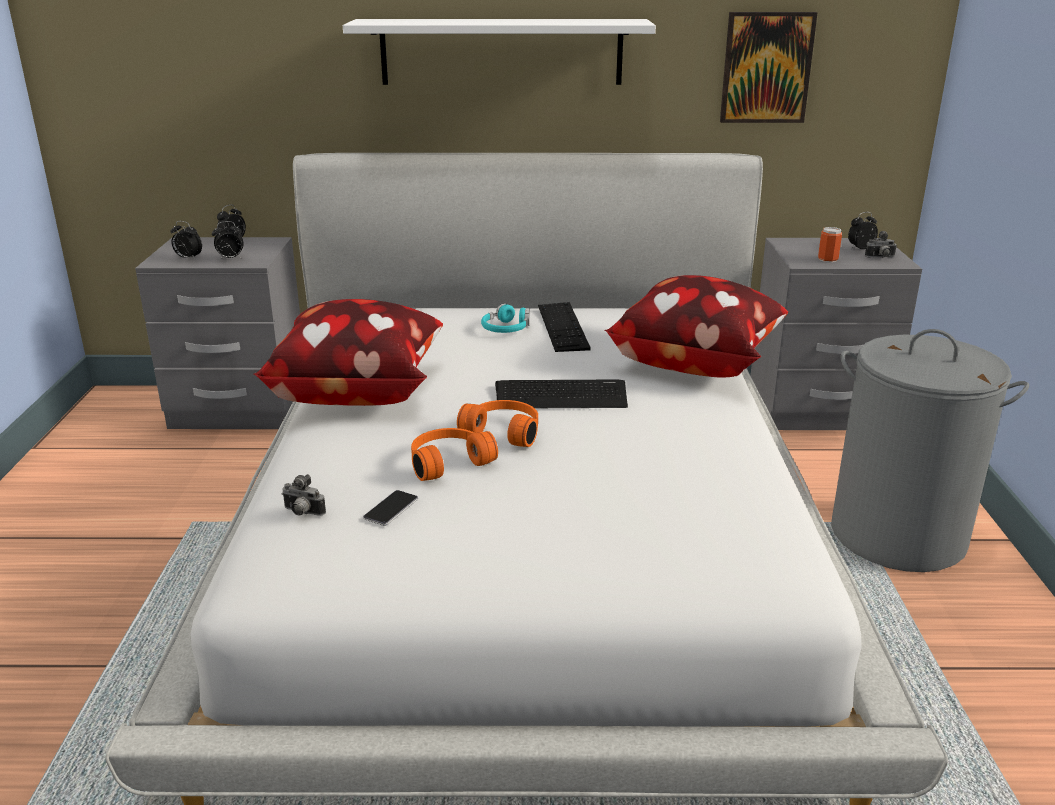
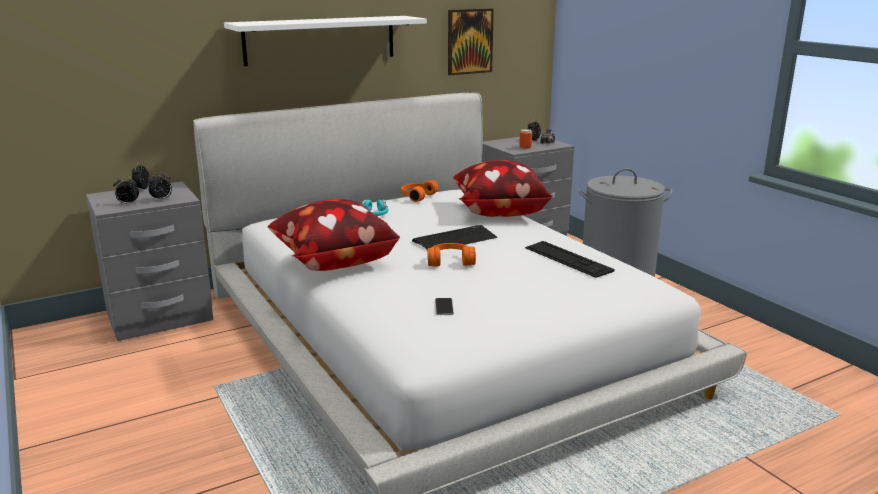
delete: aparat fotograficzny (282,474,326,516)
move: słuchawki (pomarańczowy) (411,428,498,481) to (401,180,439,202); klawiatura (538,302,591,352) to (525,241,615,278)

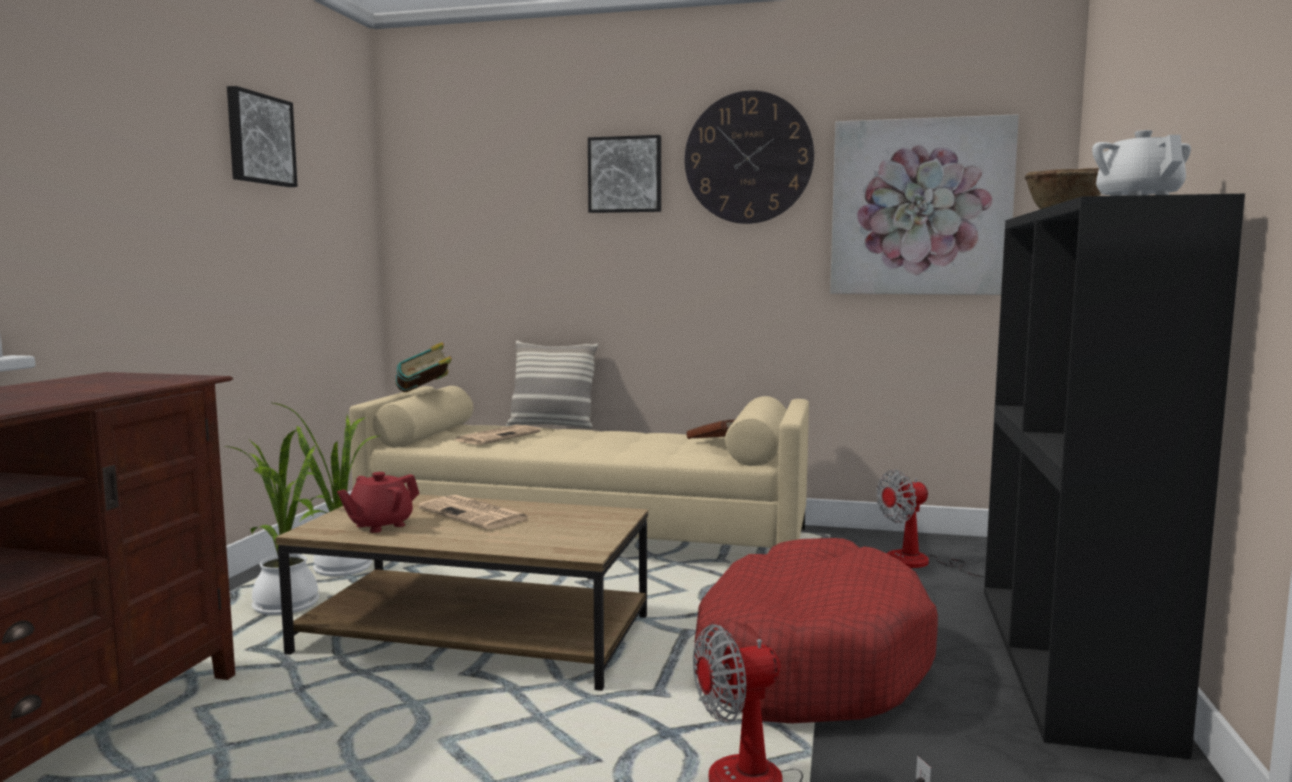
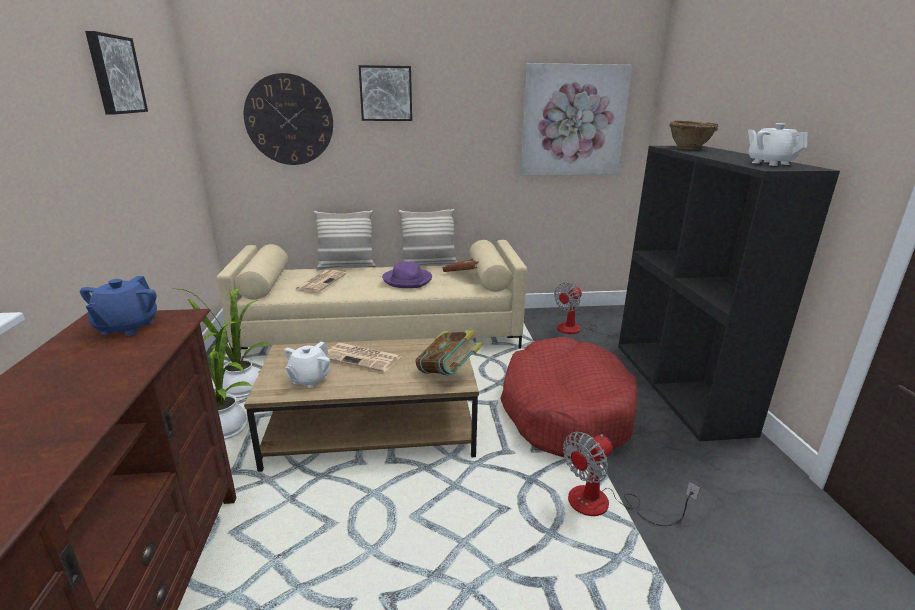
insert: imbryk (niebieski) (80,276,157,336); kapelusz (fioletowy) (382,261,432,288); poduszka (399,209,458,266)
move: książka (395,342,452,392) to (415,330,483,375); zegar ścienny (685,90,814,224) to (244,73,333,165)
recolor: imbryk (czerwony) (337,472,419,533) to imbryk (biały) (284,342,330,388)

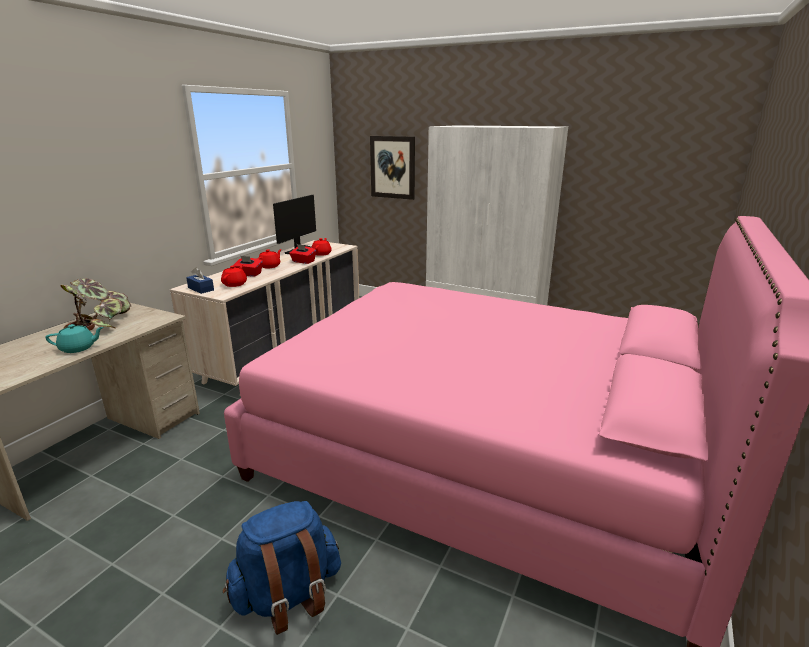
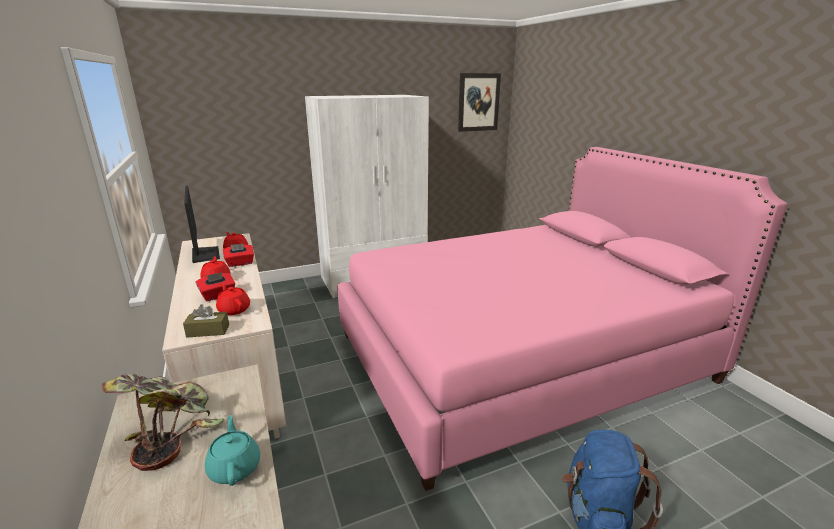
move: obraz (370,136,415,200) to (458,73,501,132)
recolor: pudełko chusteczek (niebieski) (186,267,214,294) to pudełko chusteczek (brązowy) (183,304,229,337)
rotate: imbryk (turkusowy) (46,324,104,353) = (205,415,260,486) 45 degrees counterclockwise

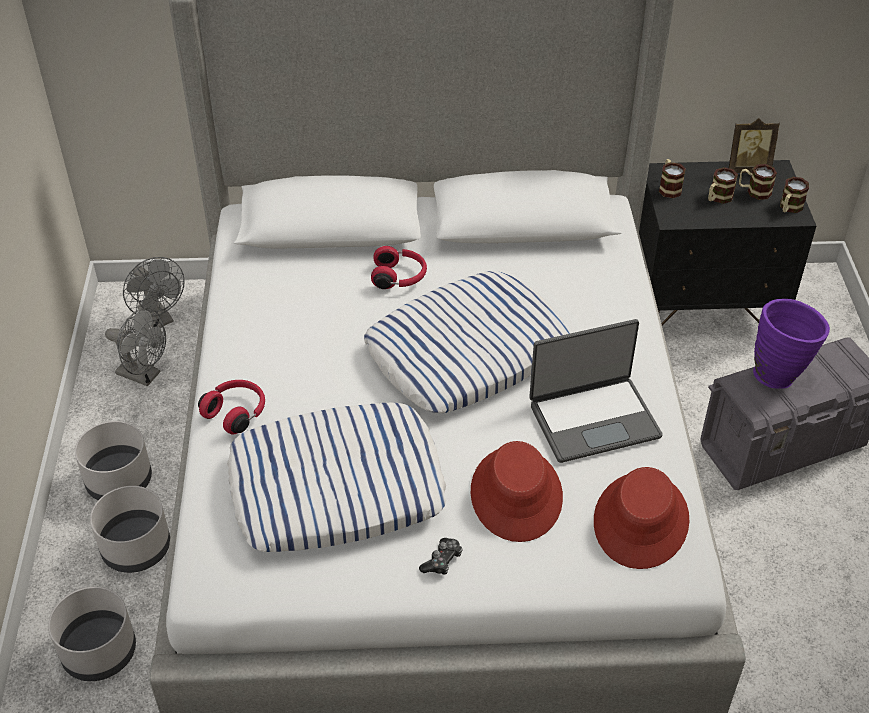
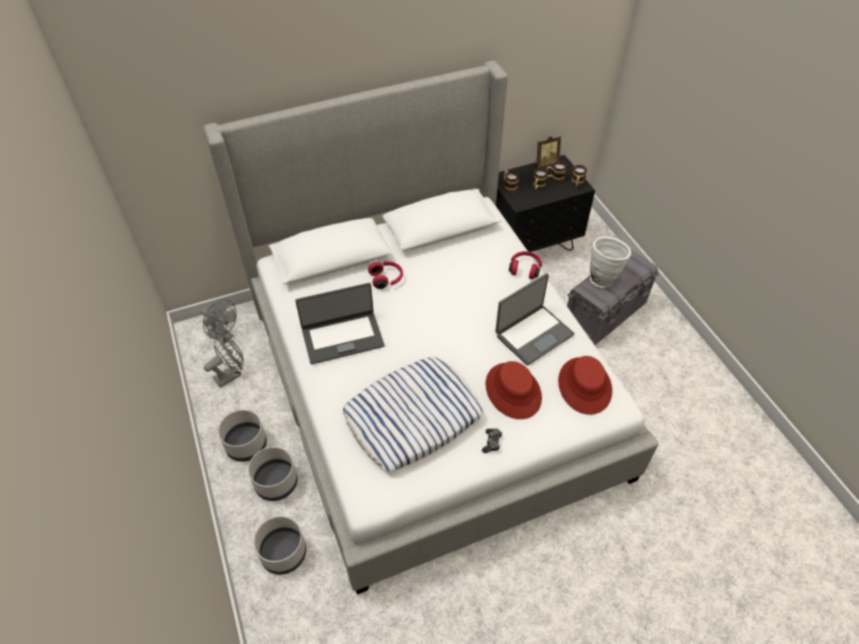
delete: poduszka (364,271,571,413)
insert: laptop (295,283,385,364)
move: słuchawki (czerwony) (198,380,265,435) to (509,251,542,279)
recolor: wazon (fioletowy) (753,299,830,389) to wazon (biały) (590,237,631,288)
rotate: wentylator (szary) (105,307,166,386) = (204,335,244,388) 45 degrees counterclockwise

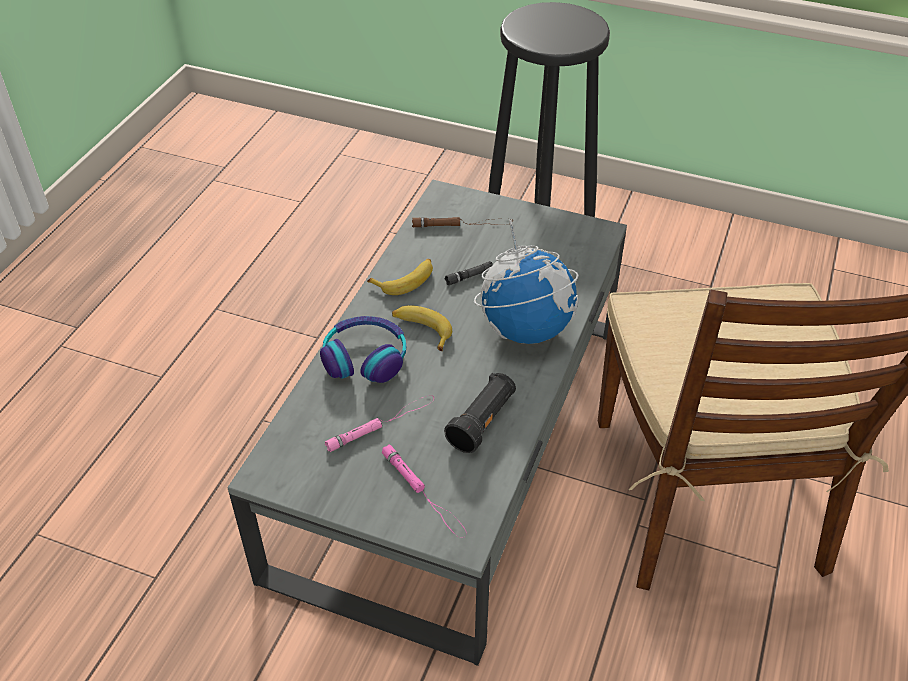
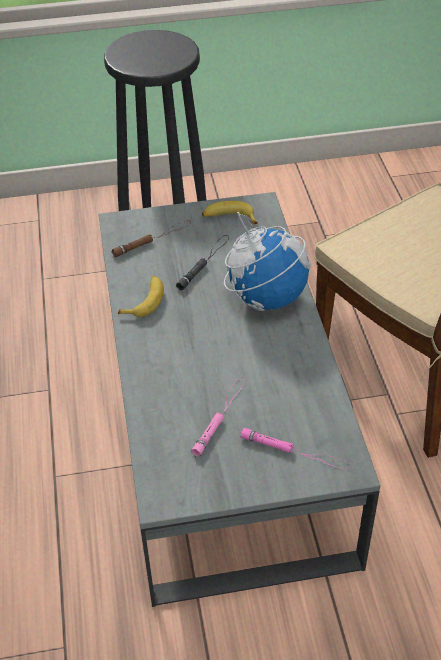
delete: słuchawki (320,316,406,383); latarka (czarny) (444,373,516,453)
move: banan (392,305,452,351) to (202,201,258,224)

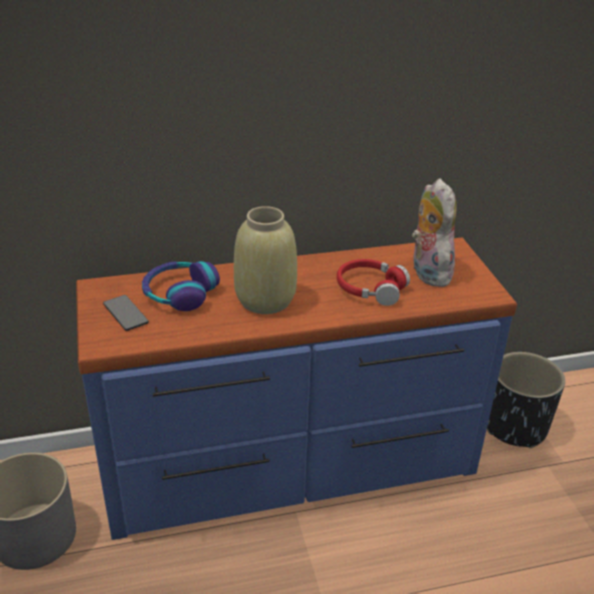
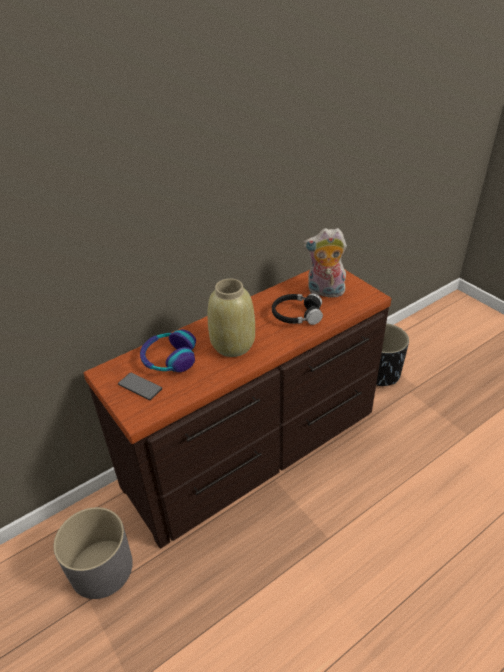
recolor: komoda (niebieski) (76,237,517,540) to komoda (brązowy) (83,270,391,548); słuchawki (czerwony) (337,259,410,306) to słuchawki (czarny) (272,293,323,325)
rotate: pluszak (412,178,457,287) = (303,228,347,298) 45 degrees counterclockwise

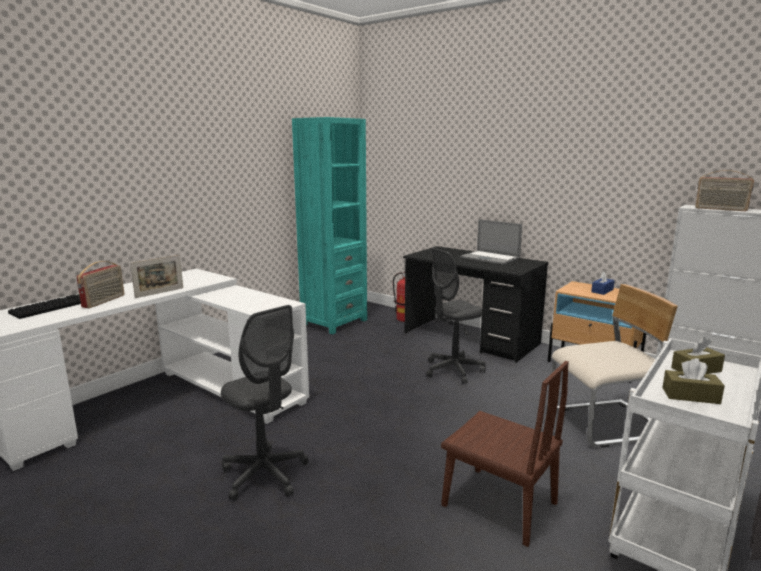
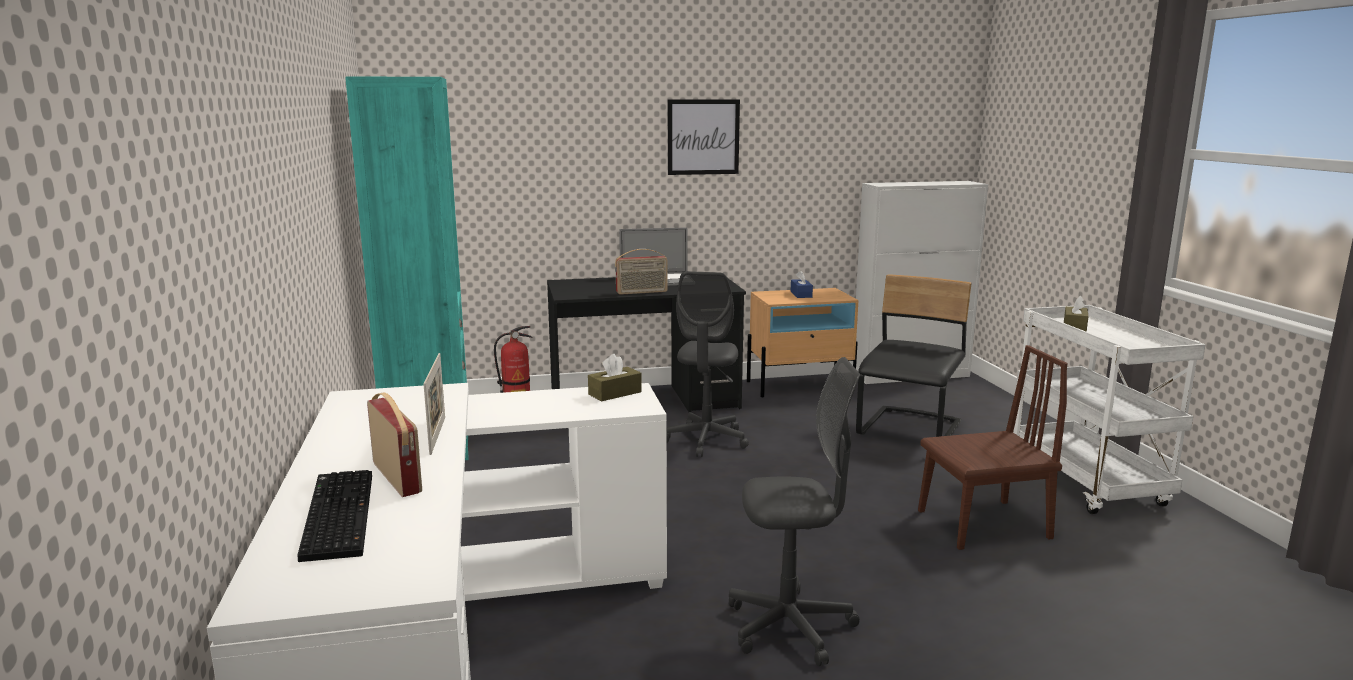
insert: obraz (668,99,740,175)
move: pudełko chusteczek (brązowy) (662,358,725,404) to (588,354,642,401); radio (695,170,754,211) to (615,249,668,294)
recolor: krzesło (beżowy) (552,284,678,448) to krzesło (czarny) (856,274,972,437)

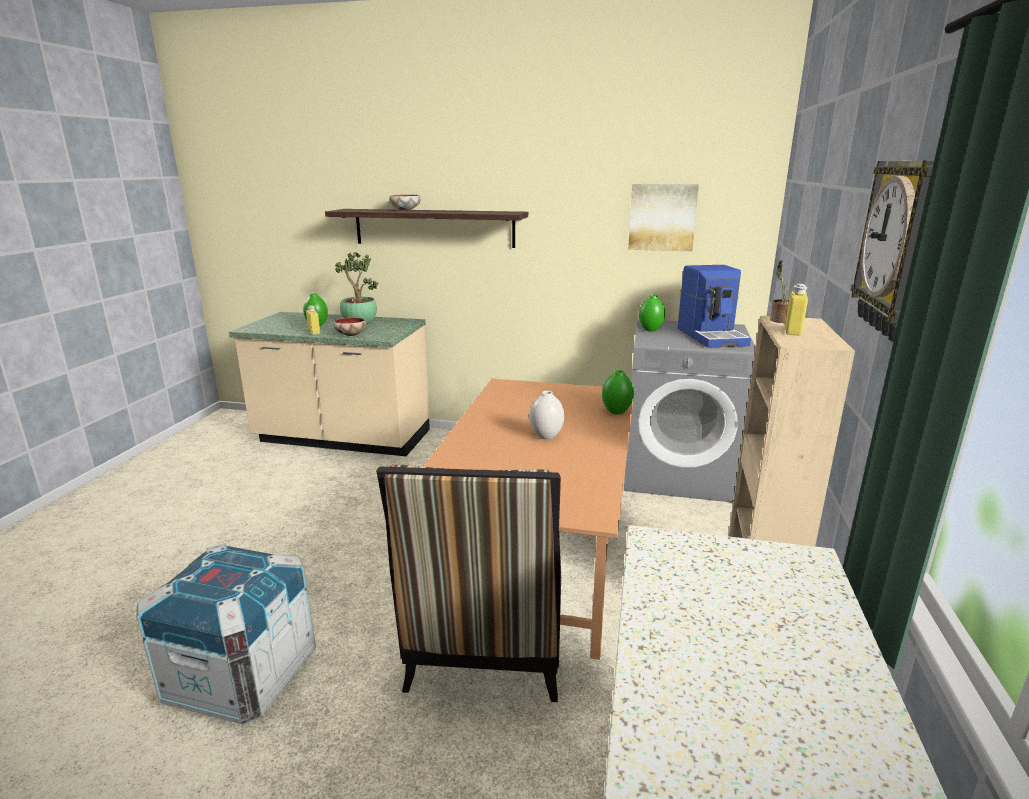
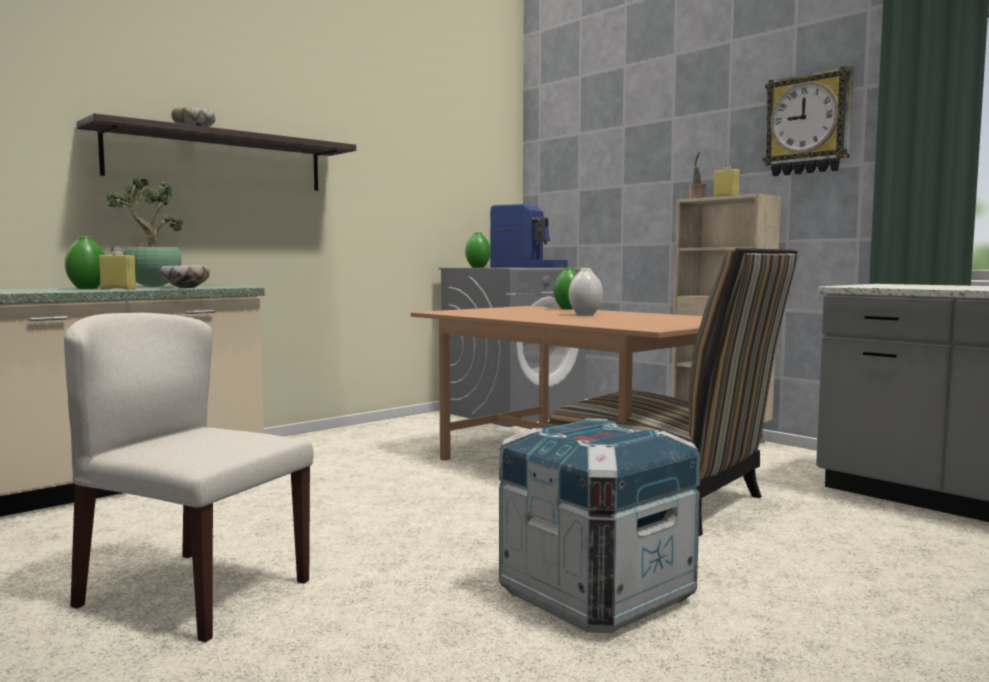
delete: obraz (628,184,699,251)
insert: krzesło (beżowy) (64,313,313,642)

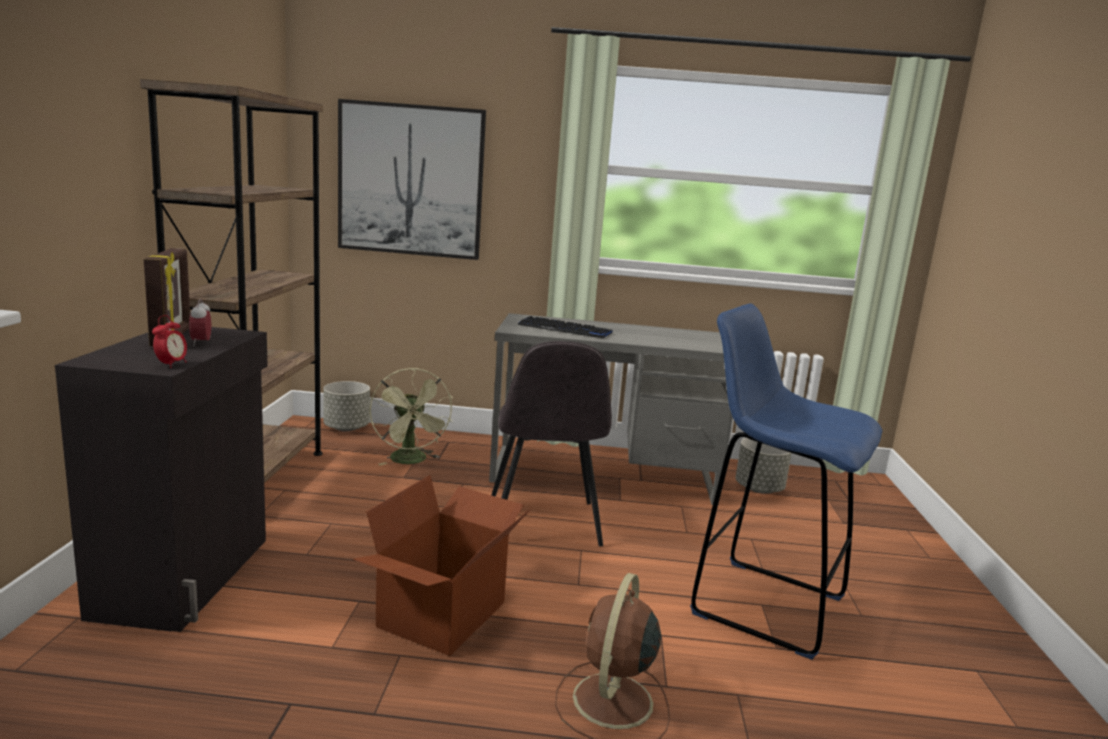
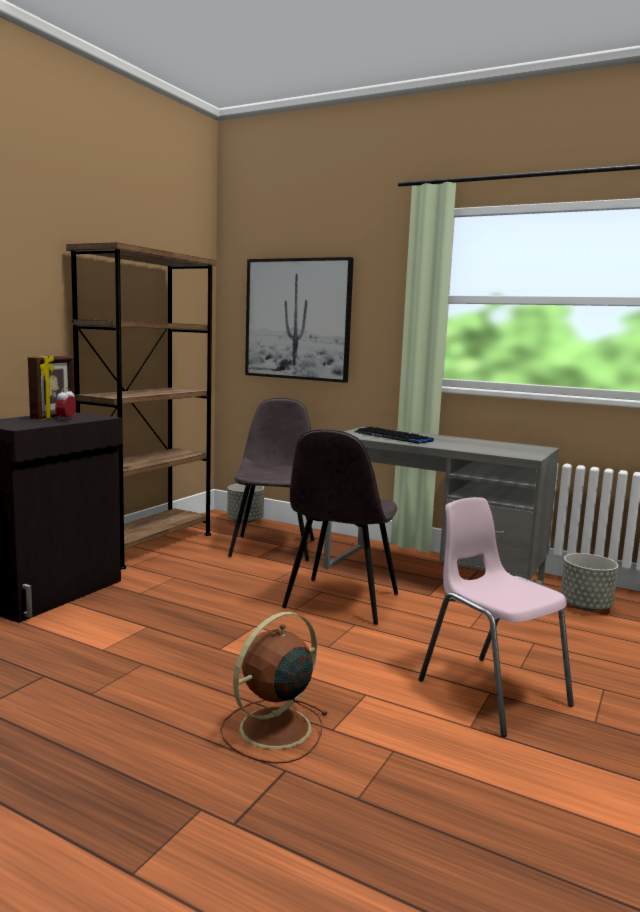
delete: budzik (152,315,187,368); karton (353,475,532,656)
replace: wentylator (zielony) (369,368,453,465) to krzesło (szary) (228,398,314,561); stołek (niebieski) (690,303,882,660) to krzesło (różowy) (419,497,574,737)

